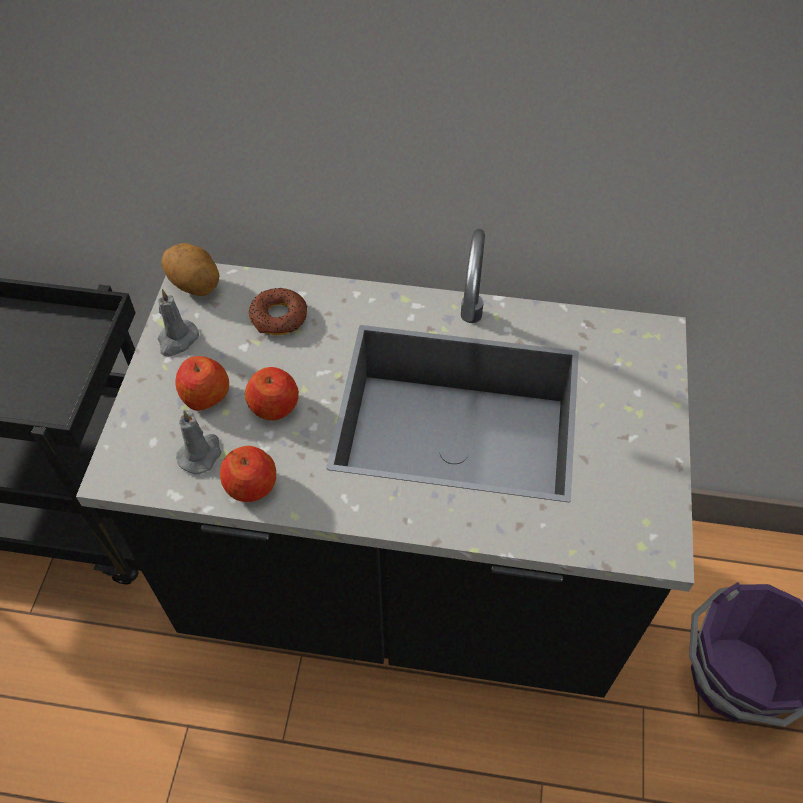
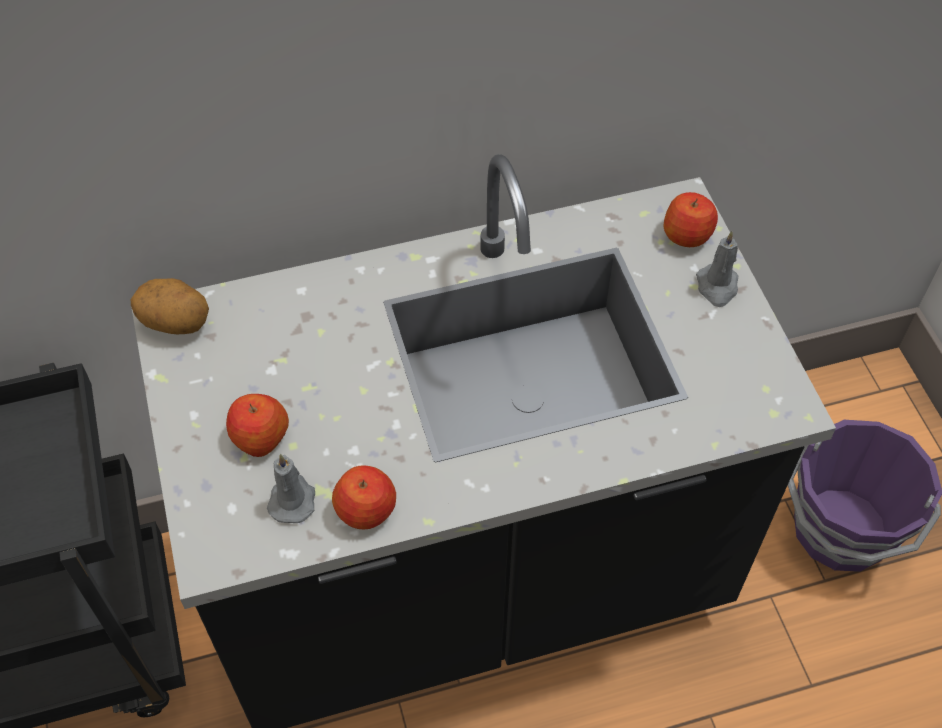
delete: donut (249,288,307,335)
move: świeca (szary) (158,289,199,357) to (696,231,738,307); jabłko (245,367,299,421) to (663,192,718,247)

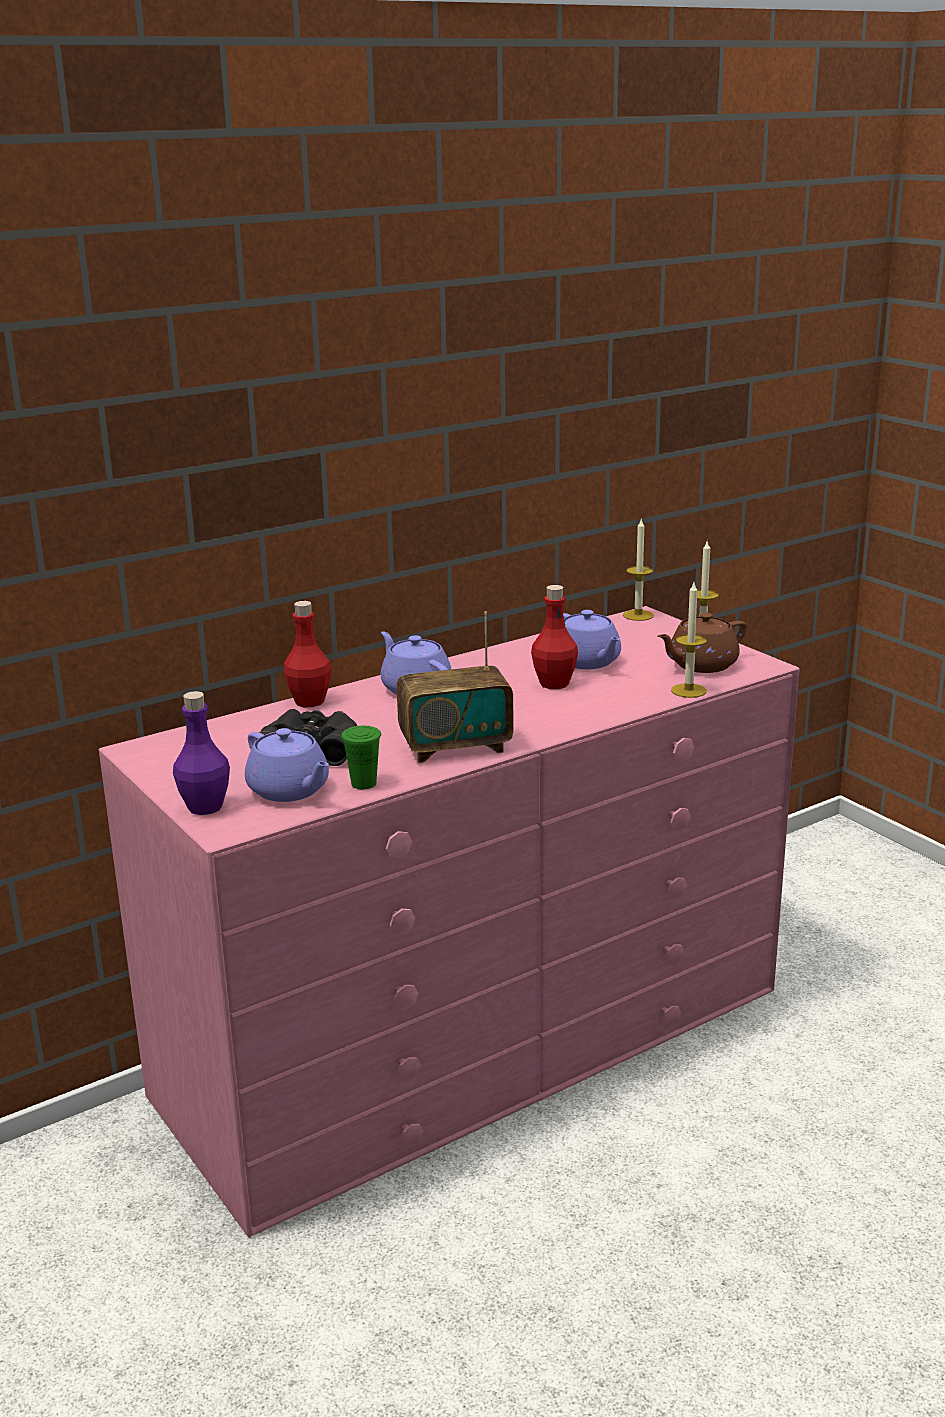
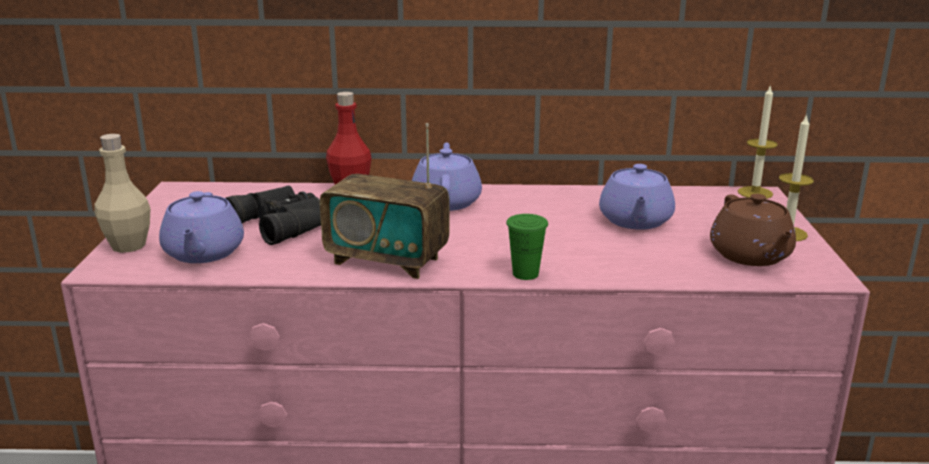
delete: butelka (czerwony) (531,585,578,689); świeca (671,583,707,698)
move: filiżanka (zielony) (341,726,381,789) to (506,214,548,280)
recolor: butelka (fioletowy) (173,691,230,815) to butelka (beżowy) (94,134,150,253)
rotate: imbryk (brązowy) (658,613,747,673) = (710,194,796,266) 105 degrees counterclockwise

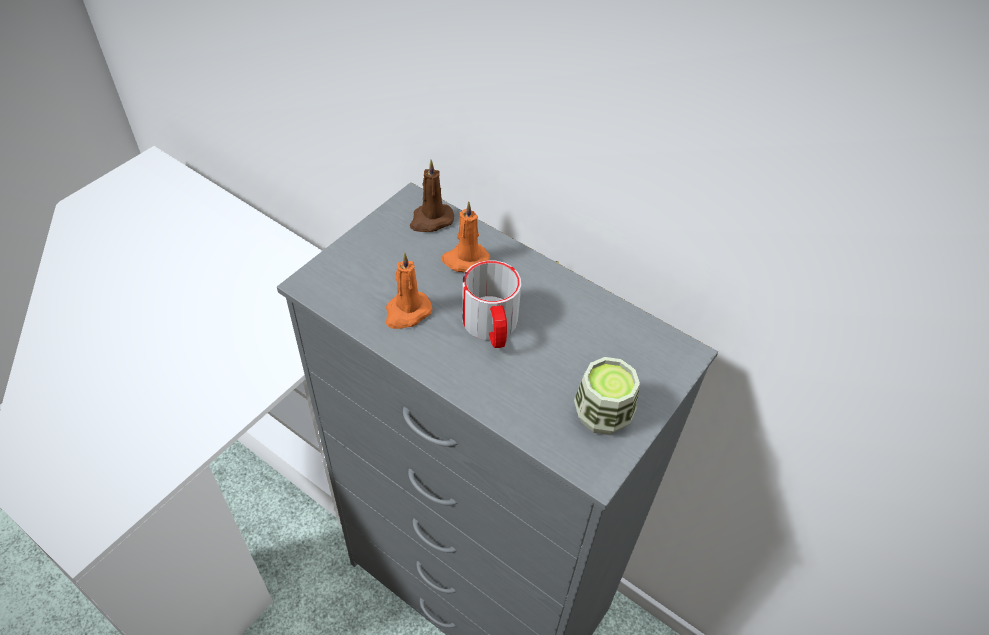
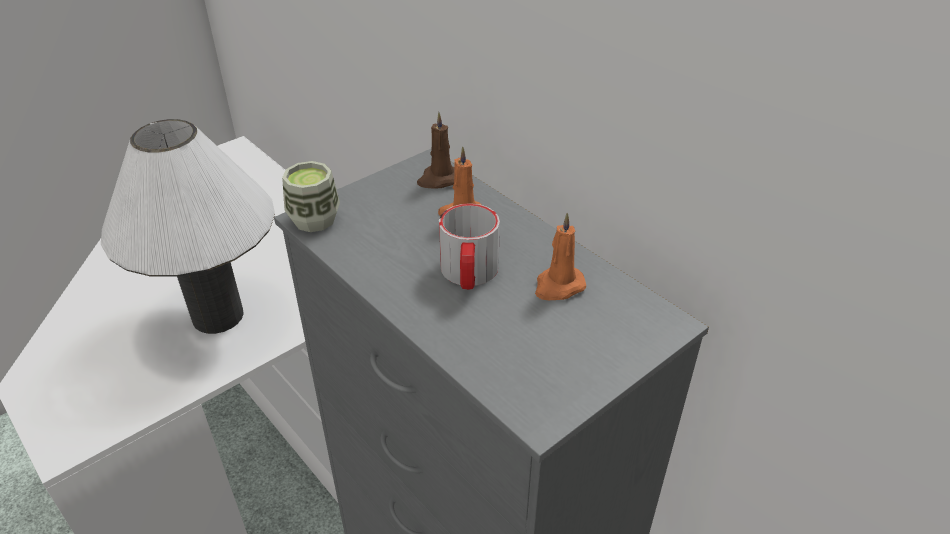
insert: lampa stołowa (biały) (101,119,275,334)
move: świeca (pomarańczowy) (386,252,433,329) to (535,213,586,300); filiżanka (574,357,640,435) to (282,161,340,232)

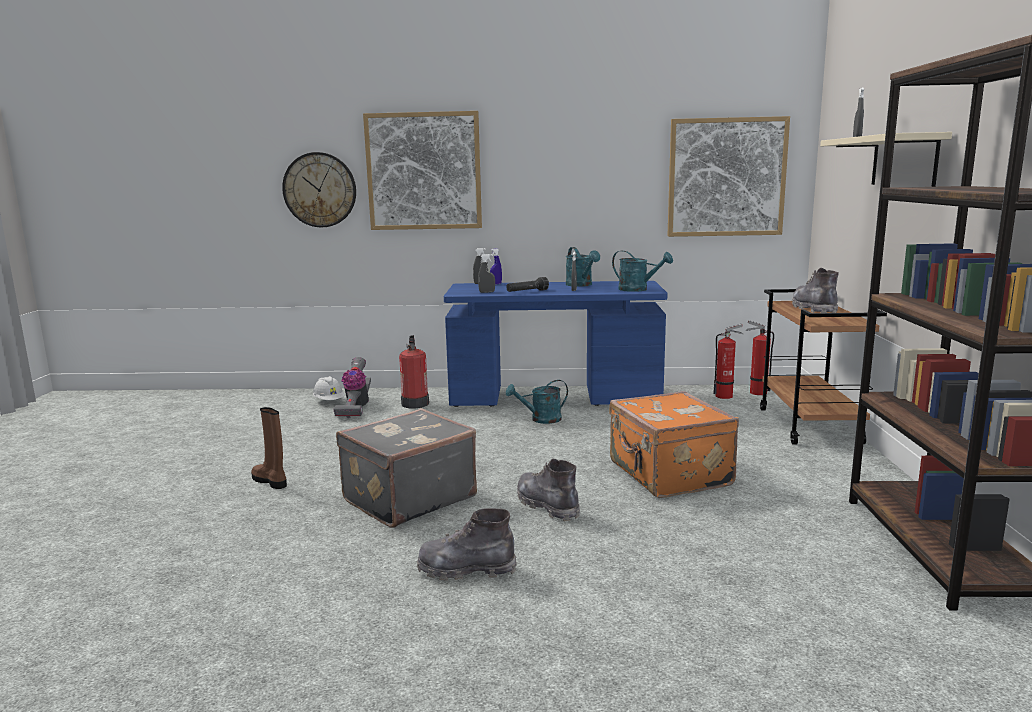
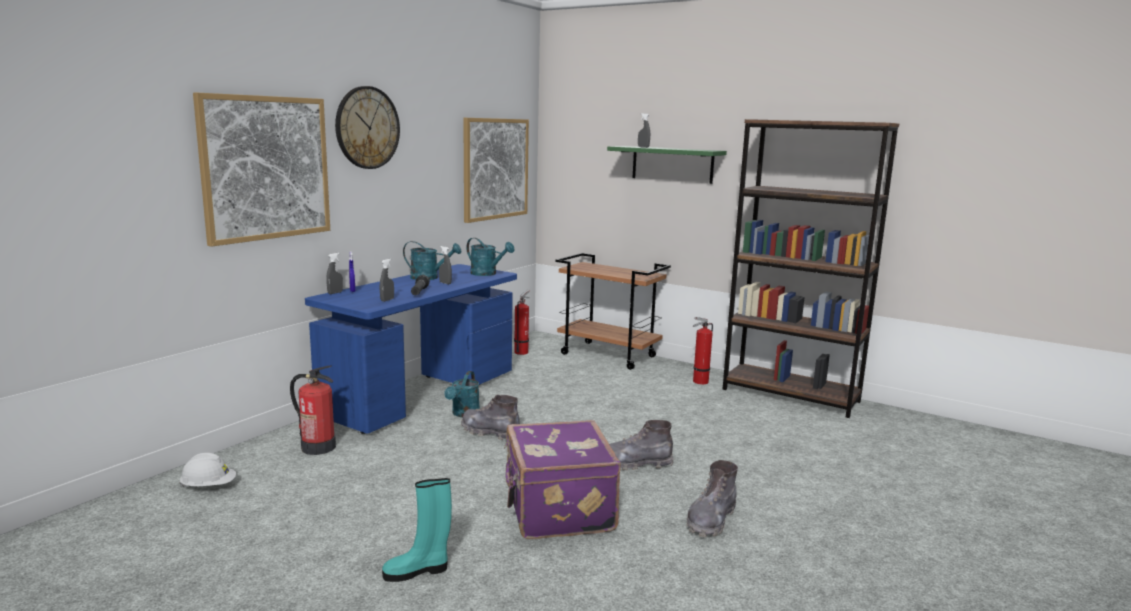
delete: odkurzacz (334,357,371,418); walizka (pomarańczowy) (609,391,739,498)
move: zegar ścienny (282,152,356,227) to (335,86,400,169); gaśnica (746,320,774,395) to (693,317,713,384); but z cholewką (szary) (792,268,839,313) to (461,395,520,440)
recolor: but z cholewką (brązowy) (251,407,287,489) to but z cholewką (turkusowy) (382,478,452,582); walizka (szary) (336,408,477,528) to walizka (fioletowy) (504,420,621,539); półka (beżowy) (820,132,952,187) to półka (zielony) (607,146,727,184)
rotate: konewka (turkusowy) (612,251,673,292) = (466,238,514,276) 60 degrees clockwise

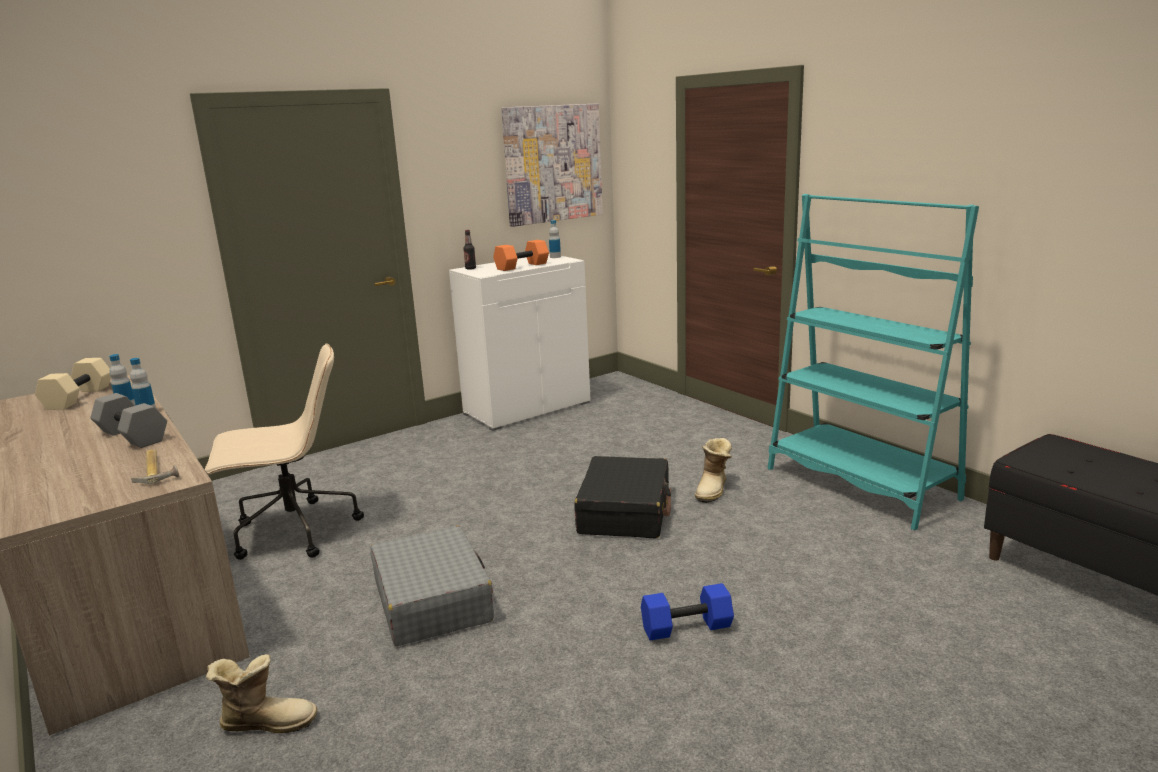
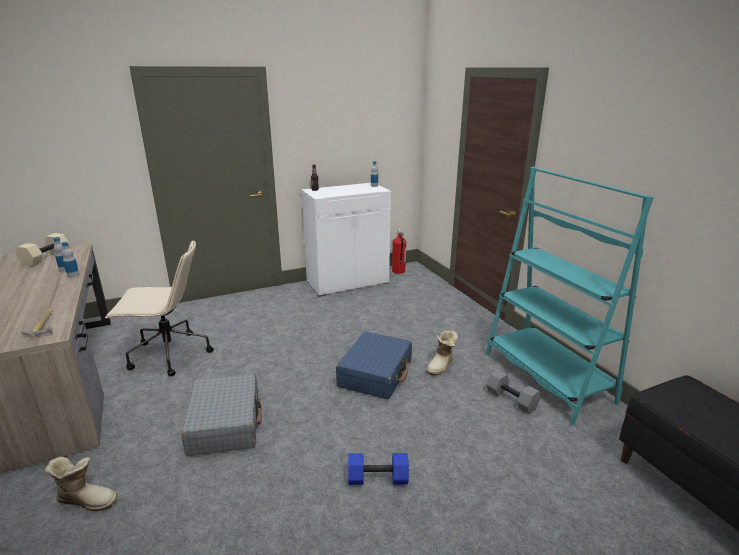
delete: hantel (pomarańczowy) (493,240,549,271); obraz (501,103,603,227)
insert: gaśnica (392,227,406,274)
move: hantel (szary) (90,393,167,448) to (486,370,541,414)
recolor: walizka (czarny) (575,456,671,539) to walizka (niebieski) (336,331,412,400)

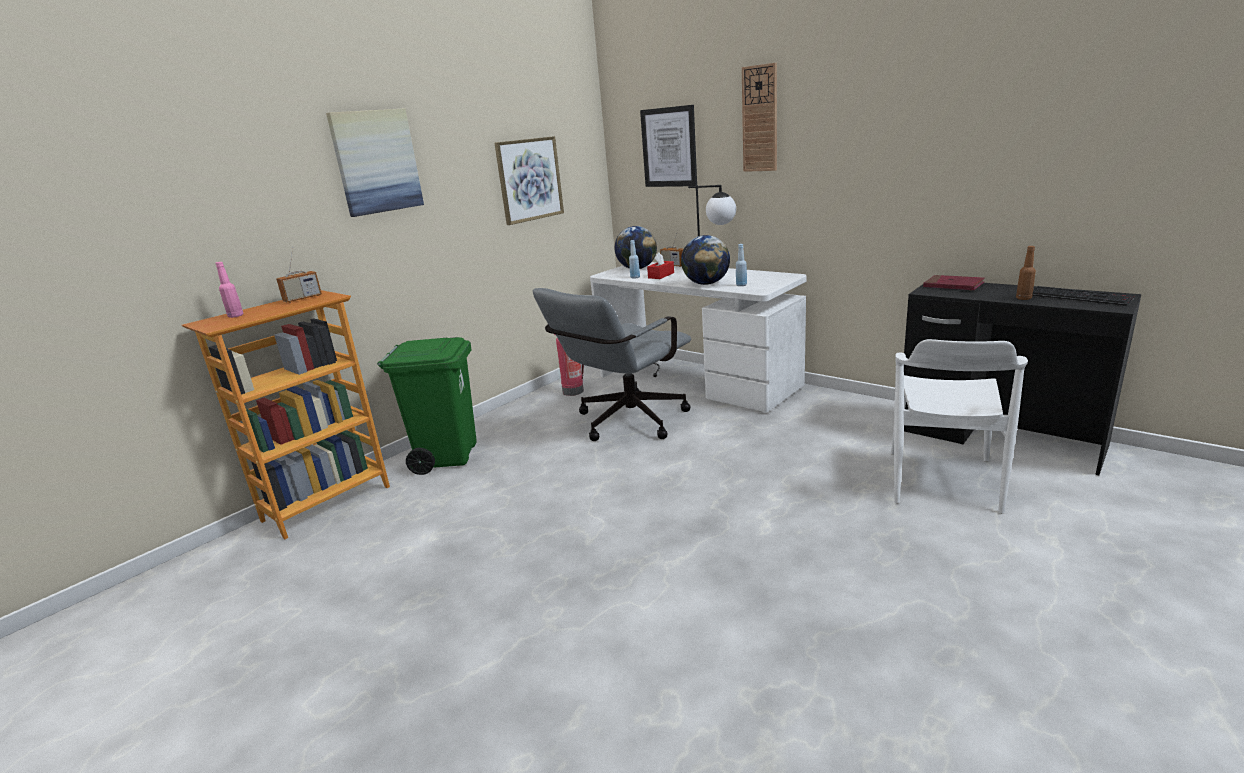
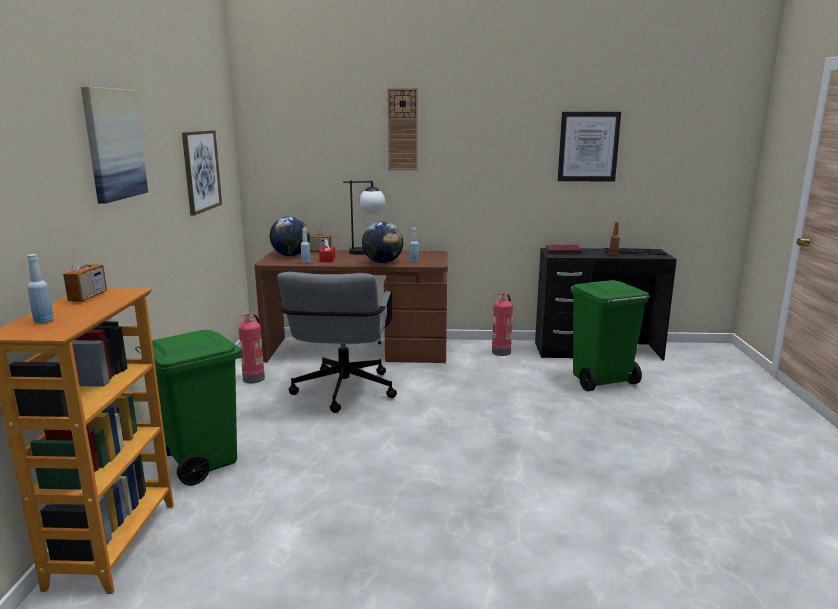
insert: gaśnica (492,293,513,356)
move: obraz (640,105,697,187) to (558,112,621,181)
replace: krzesło (biały) (891,339,1028,514) to kosz na śmieci (zielony) (571,280,650,391)
recolor: butelka (różowy) (215,262,243,318) to butelka (niebieski) (27,254,54,324); biurko (biały) (590,262,807,412) to biurko (brązowy) (254,250,448,363)

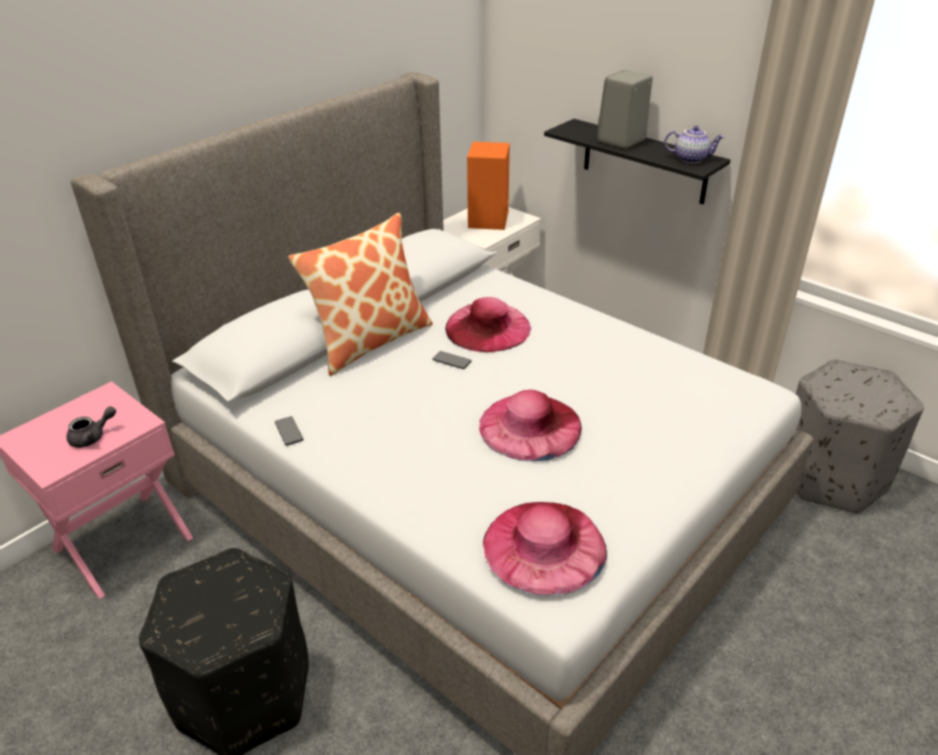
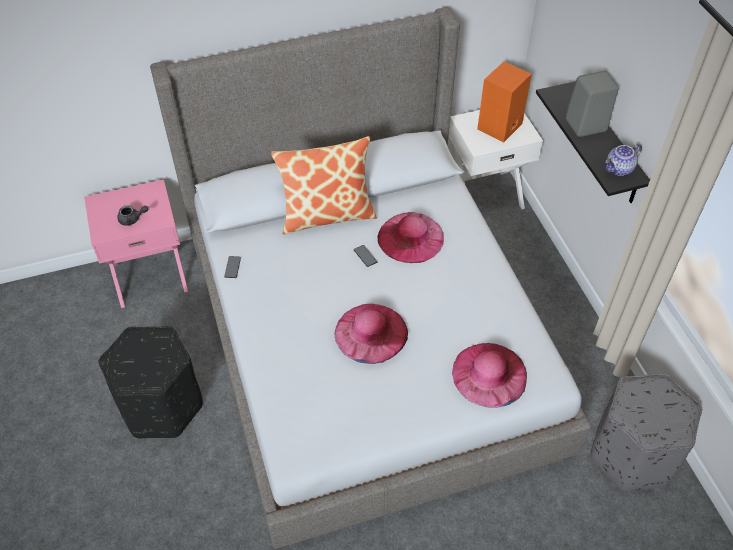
move: kapelusz (różowy) (483,502,607,596) to (452,343,527,408)
rotate: imbryk (664,126,724,163) = (605,144,642,176) 105 degrees clockwise

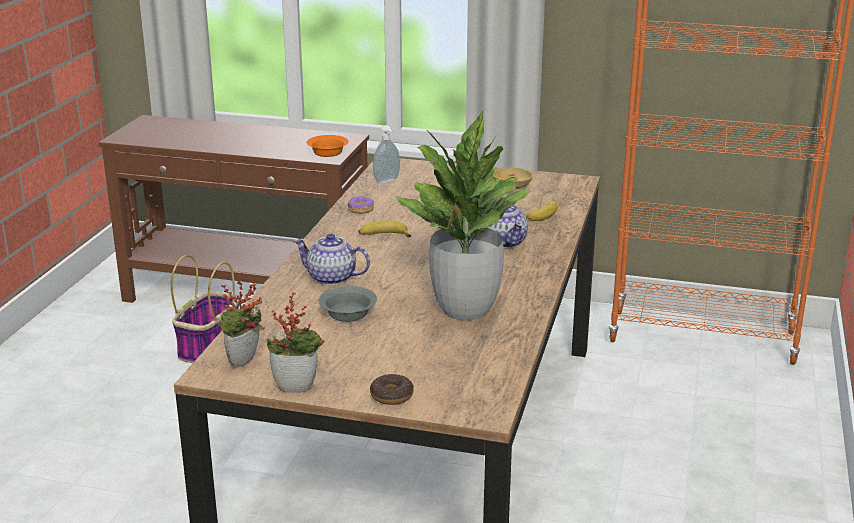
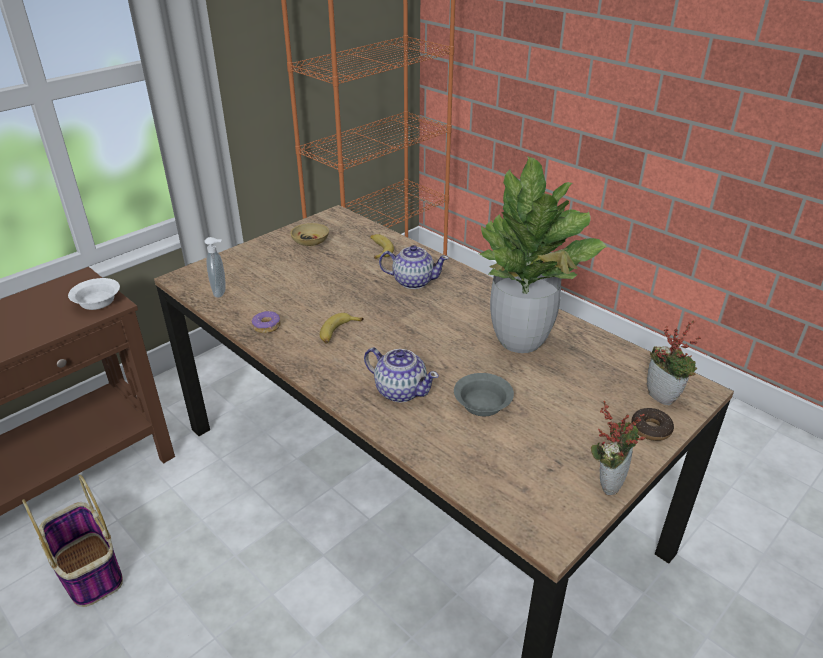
move: roślina doniczkowa (219,280,265,368) to (647,320,701,405)
recolor: miska (pomarańczowy) (307,135,349,157) to miska (biały) (68,278,120,310)
rotate: imbryk (293,234,370,285) = (364,347,439,402) 105 degrees counterclockwise

